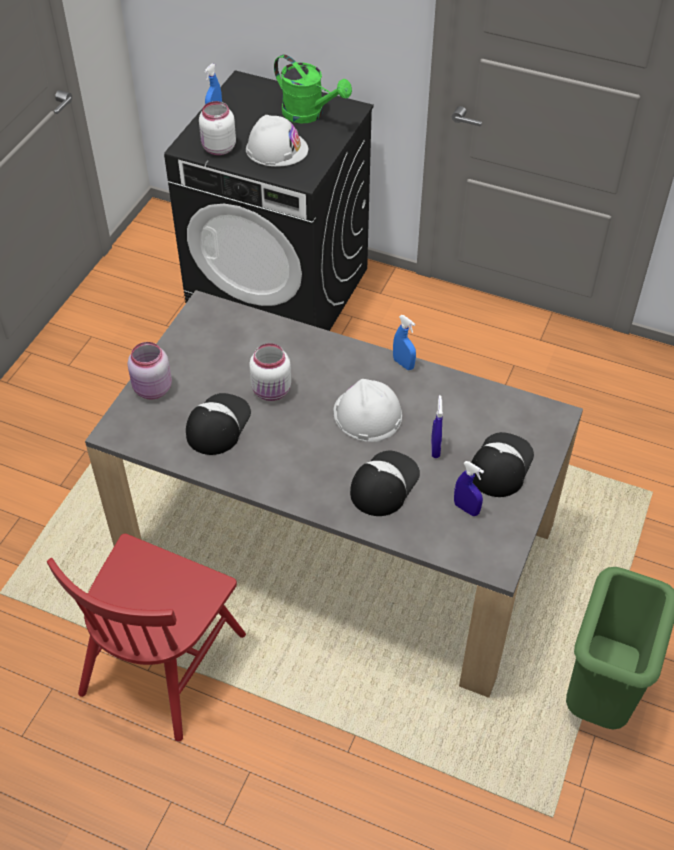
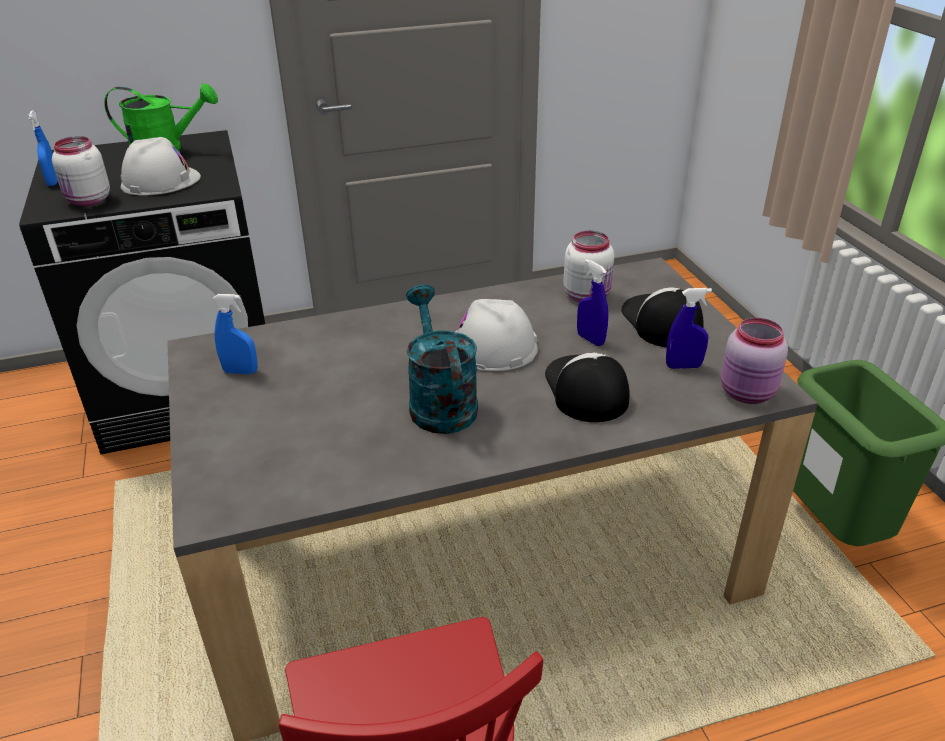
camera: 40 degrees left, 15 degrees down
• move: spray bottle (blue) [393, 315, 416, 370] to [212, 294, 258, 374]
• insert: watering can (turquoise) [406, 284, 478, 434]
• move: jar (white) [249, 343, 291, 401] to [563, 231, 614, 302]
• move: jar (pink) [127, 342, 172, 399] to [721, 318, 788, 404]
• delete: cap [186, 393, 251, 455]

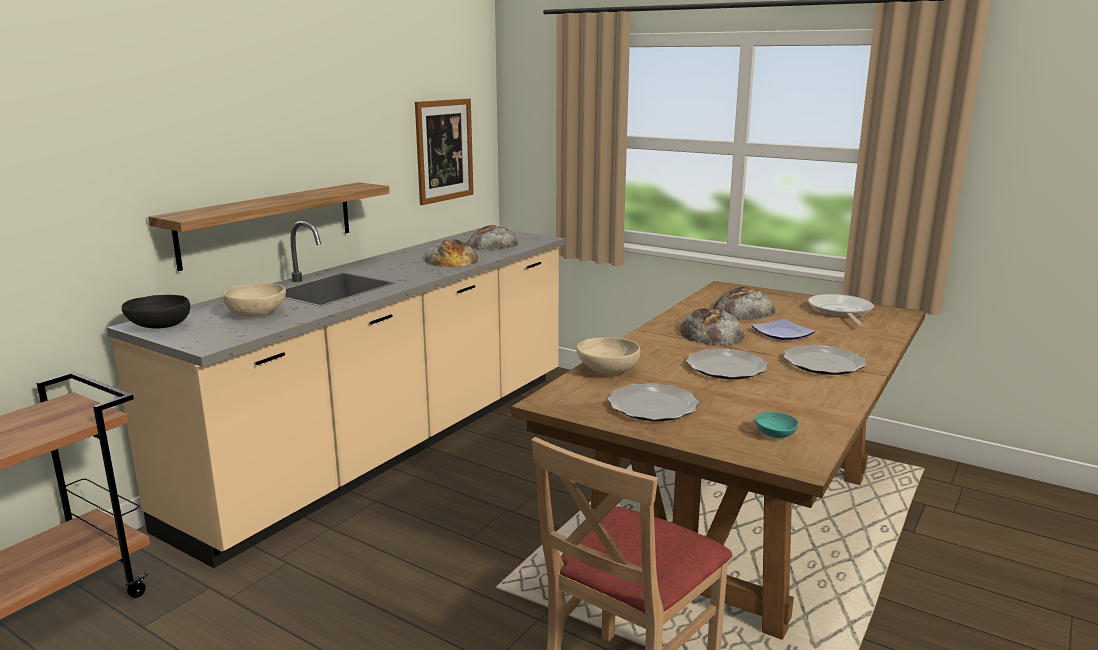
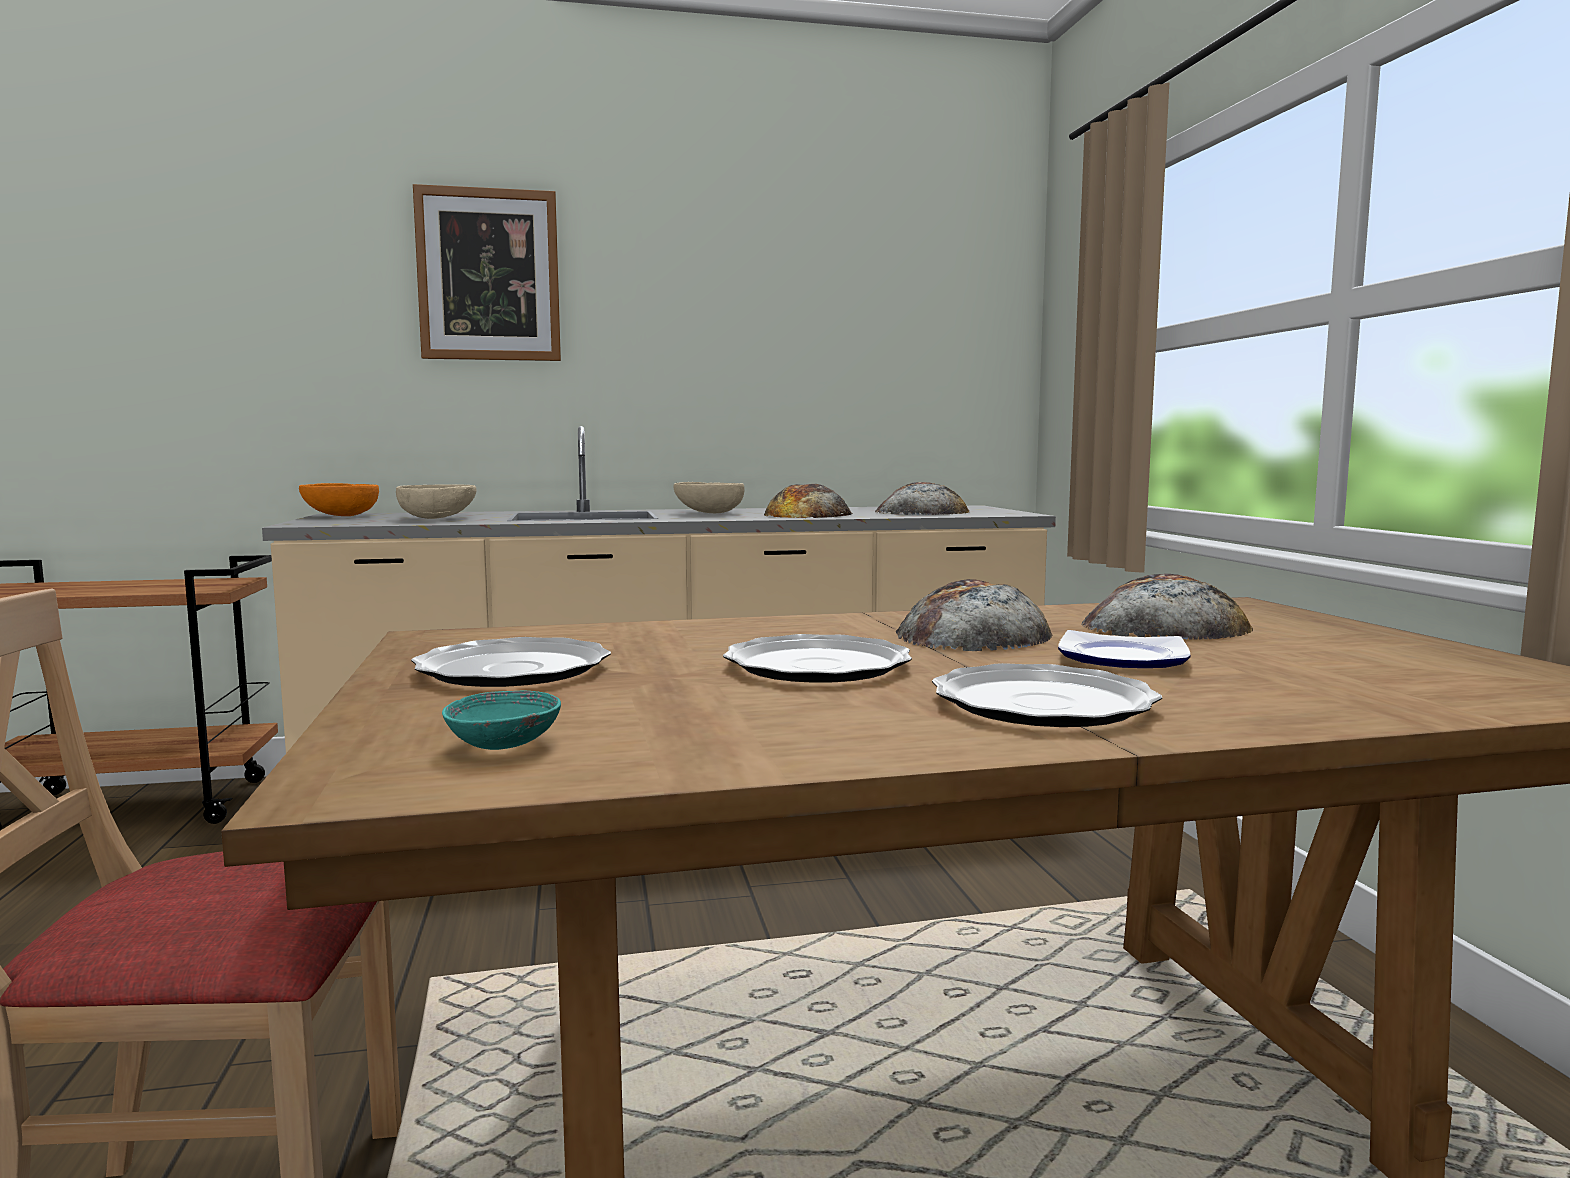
camera: 45 degrees right, 10 degrees down
• recolor: bowl (black) [121, 295, 190, 329] to bowl (orange) [299, 483, 379, 516]
• move: picture [415, 99, 474, 205] to [413, 184, 561, 361]
• move: bowl (beige) [576, 337, 640, 374] to [674, 482, 745, 513]
• delete: shelf [148, 182, 390, 271]
• delete: frying pan [808, 294, 874, 327]

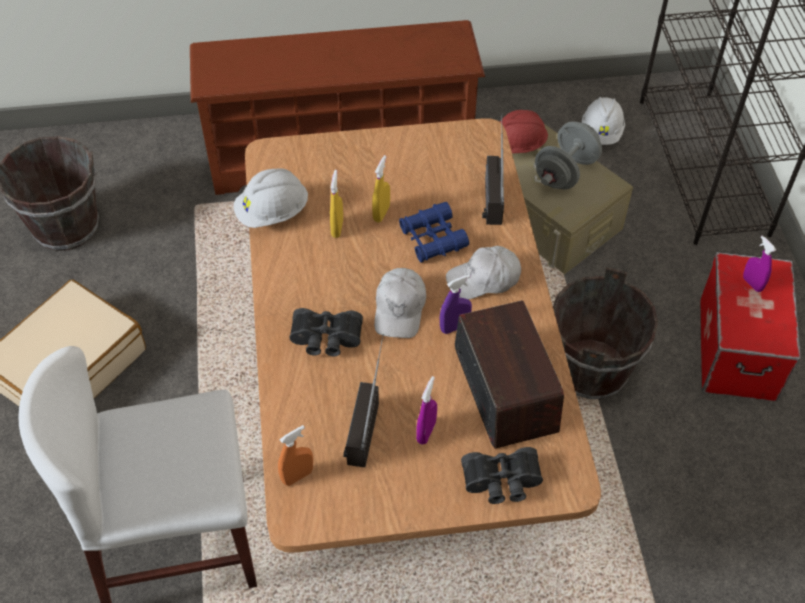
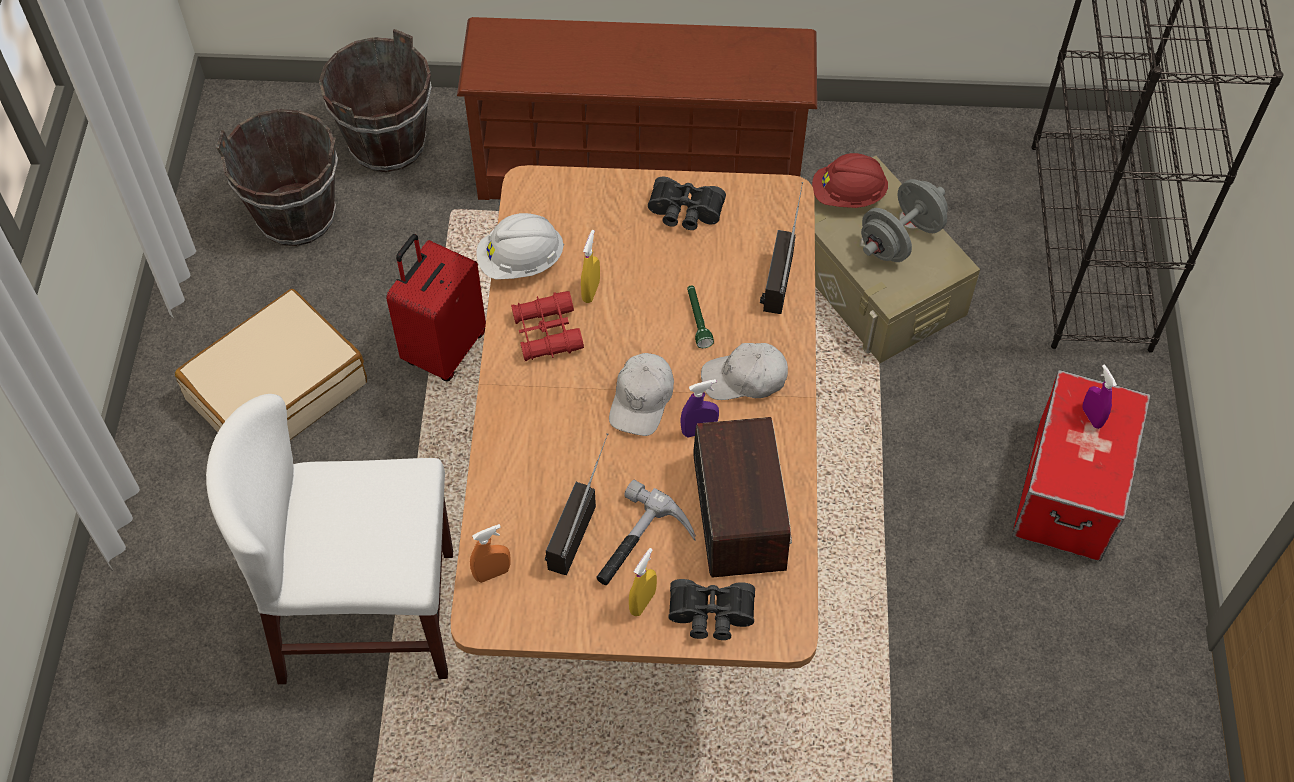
camera: 10 degrees right, 5 degrees up
• move: bucket (brown) [553, 267, 658, 400] to [319, 29, 432, 172]
• insert: suitcase (red) [386, 234, 486, 381]
• insert: binoculars (red) [511, 291, 584, 361]
• replace: spray bottle (purple) [416, 376, 437, 444] to hammer [596, 480, 696, 585]
• move: spray bottle (yellow) [372, 155, 390, 223] to [629, 548, 657, 616]
• move: binoculars (black) [290, 308, 363, 357] to [648, 176, 726, 230]
• replace: binoculars (blue) [399, 202, 469, 263] to flashlight (green) [687, 285, 714, 348]
• delete: hard hat (white) [582, 97, 625, 145]

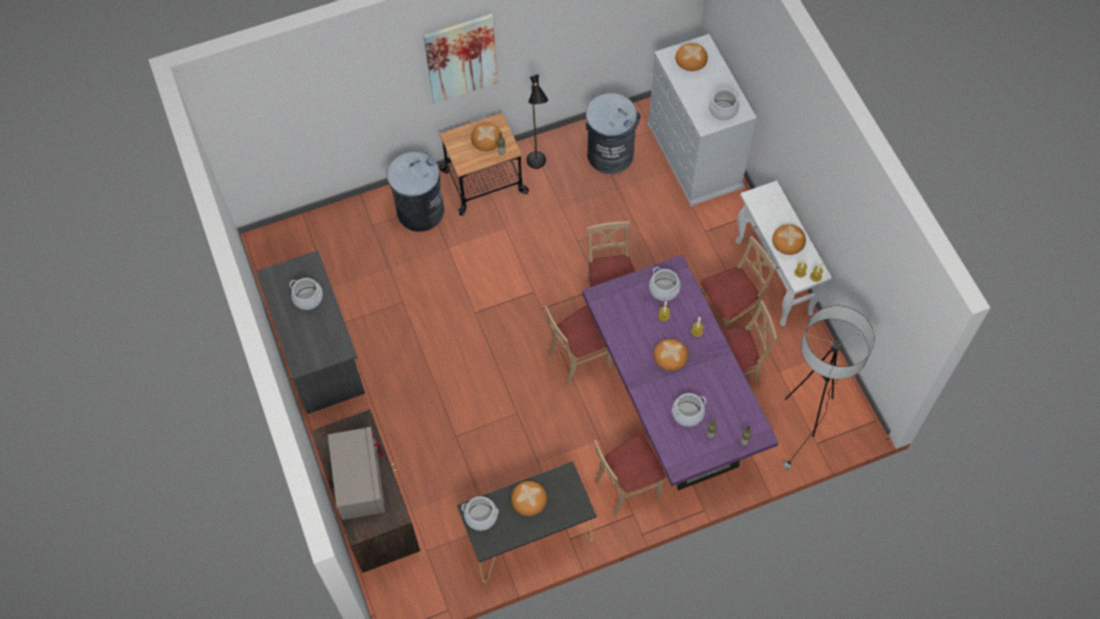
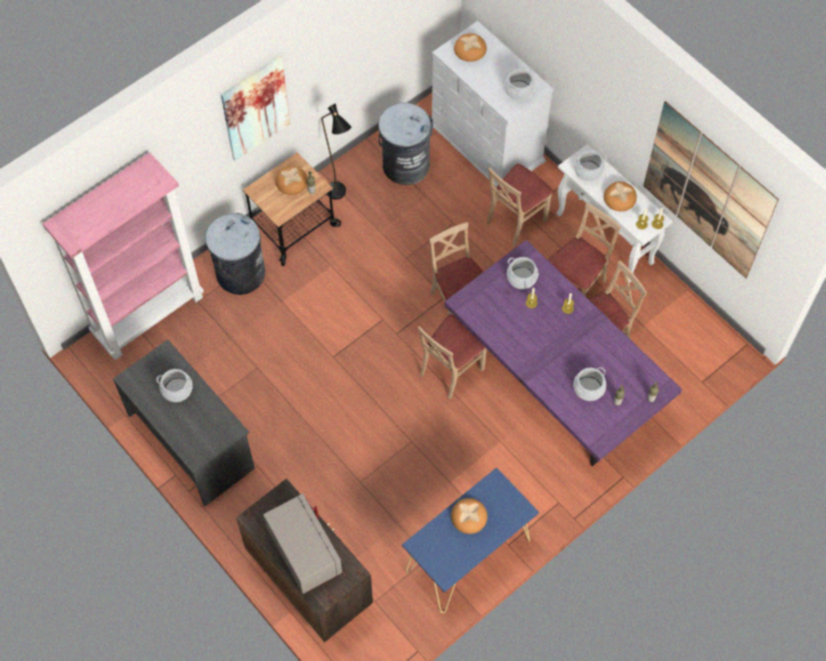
camera: 20 degrees left, 0 degrees up
• insert: bookcase (pink) [42, 152, 204, 360]
• recolor: console table (black) [457, 461, 597, 583] to console table (blue) [402, 467, 539, 613]
• move: chair (beige) [594, 434, 666, 516] to [486, 164, 553, 246]
• move: cooking pot [462, 496, 499, 531] to [574, 150, 607, 182]
• insert: picture [643, 101, 779, 278]
• delete: bread [653, 339, 688, 371]
• delete: floor lamp [783, 306, 875, 471]

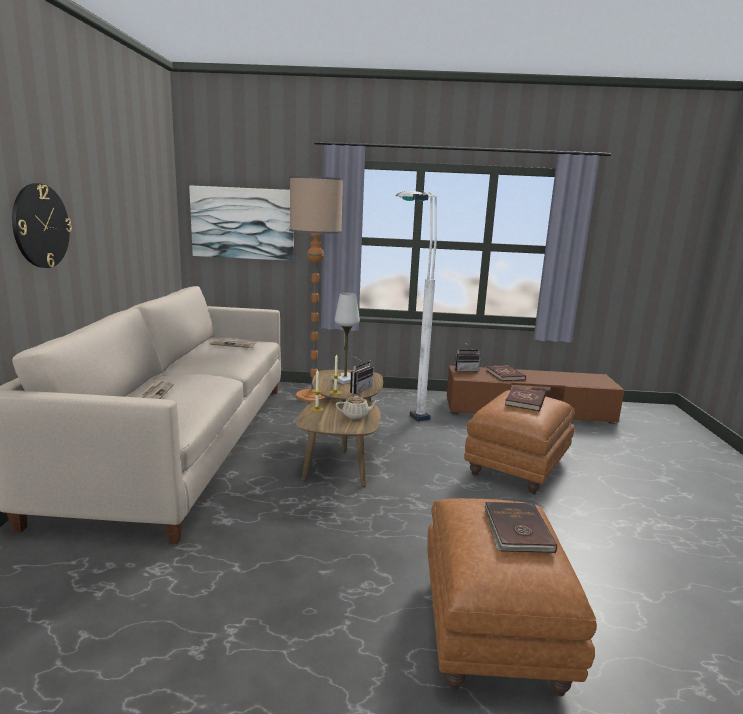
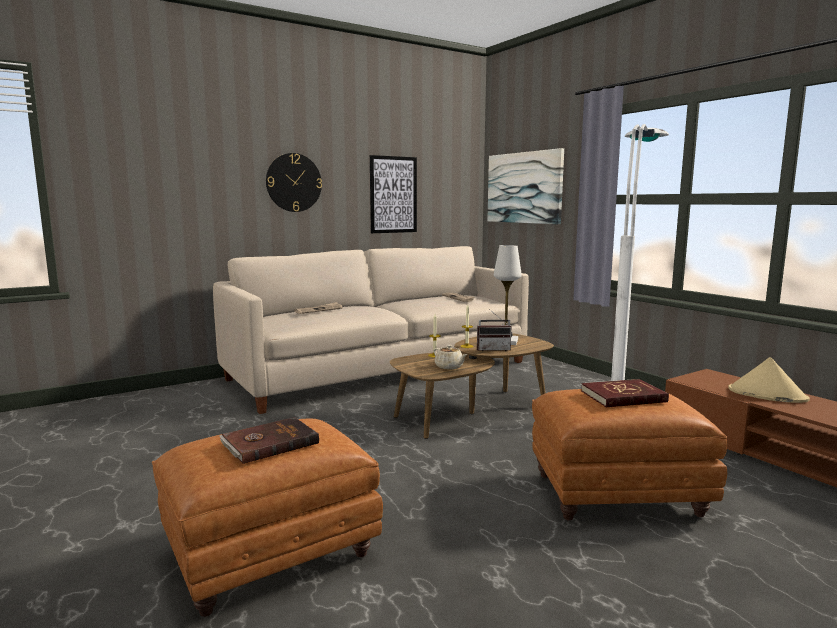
camera: 55 degrees right, 5 degrees down
• insert: picture [370, 155, 417, 233]
• replace: book (red) [486, 365, 526, 381] to hat (beige) [728, 357, 810, 403]
• delete: floor lamp [289, 176, 344, 402]
• delete: radio [455, 345, 480, 372]

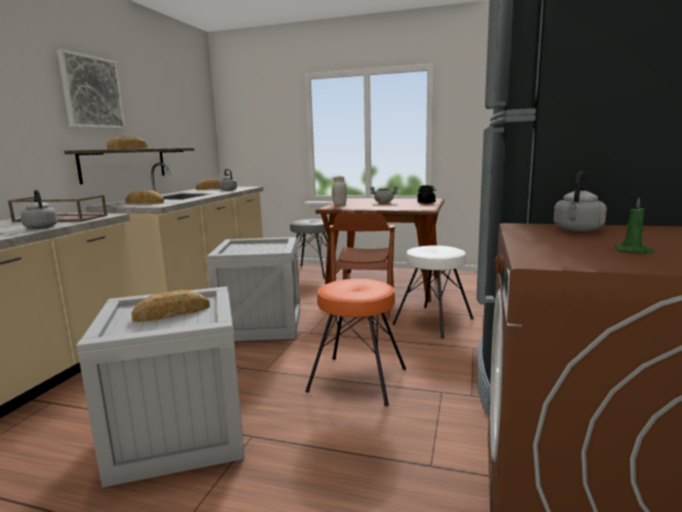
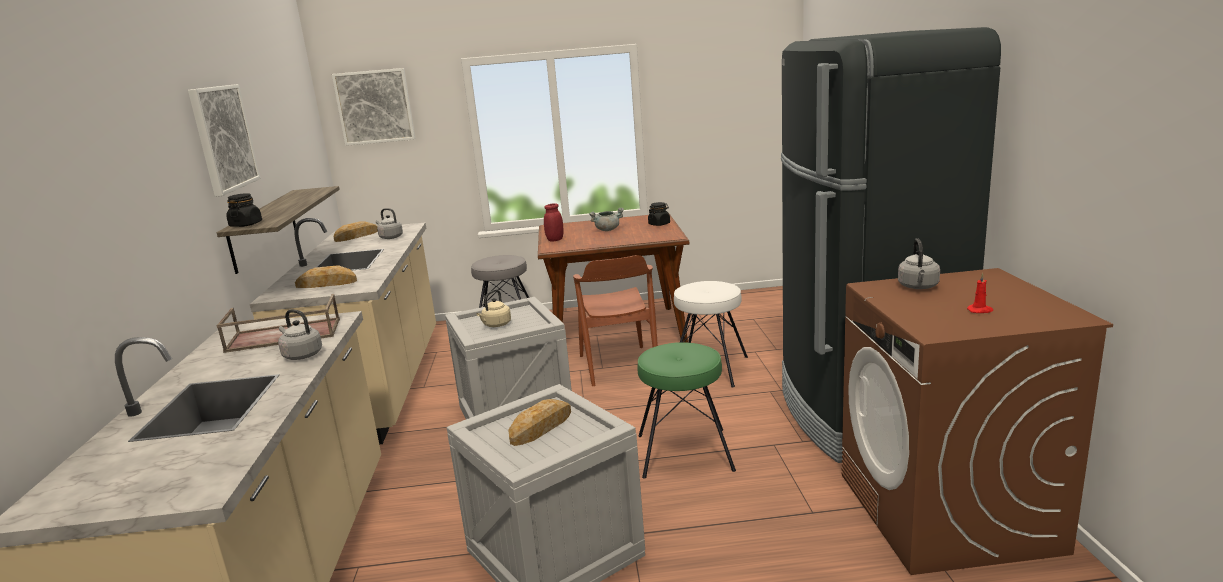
camera: 20 degrees left, 5 degrees up
• insert: jar (black) [226, 193, 262, 227]
• insert: picture [332, 68, 416, 146]
• insert: kettle (beige) [476, 289, 511, 327]
• recolor: jar (white) [332, 176, 347, 205] to jar (red) [544, 203, 564, 242]
• recolor: stool (orange) [305, 279, 406, 406] to stool (green) [637, 342, 736, 479]
• recolor: candle (green) [615, 198, 654, 254] to candle (red) [967, 273, 993, 313]
• delete: bread [107, 137, 148, 149]

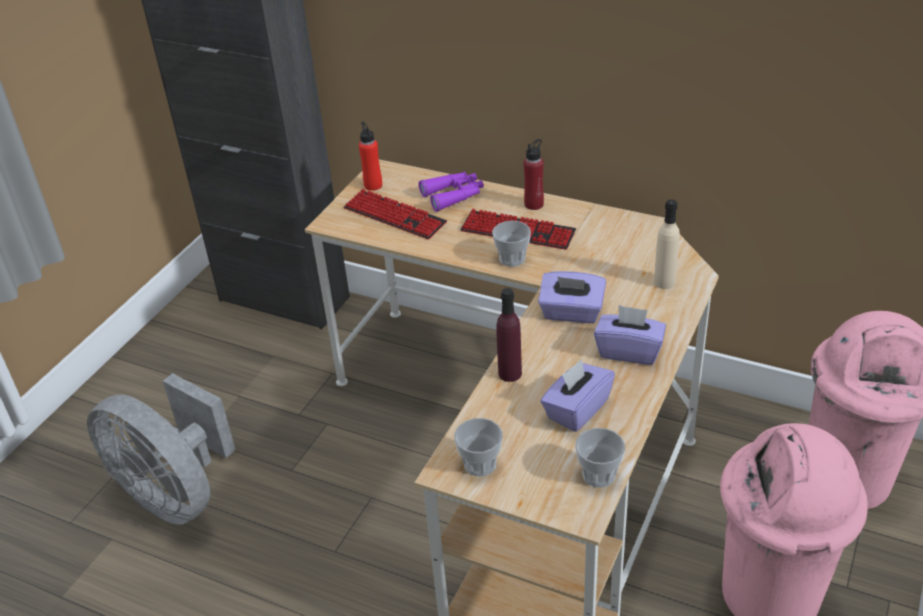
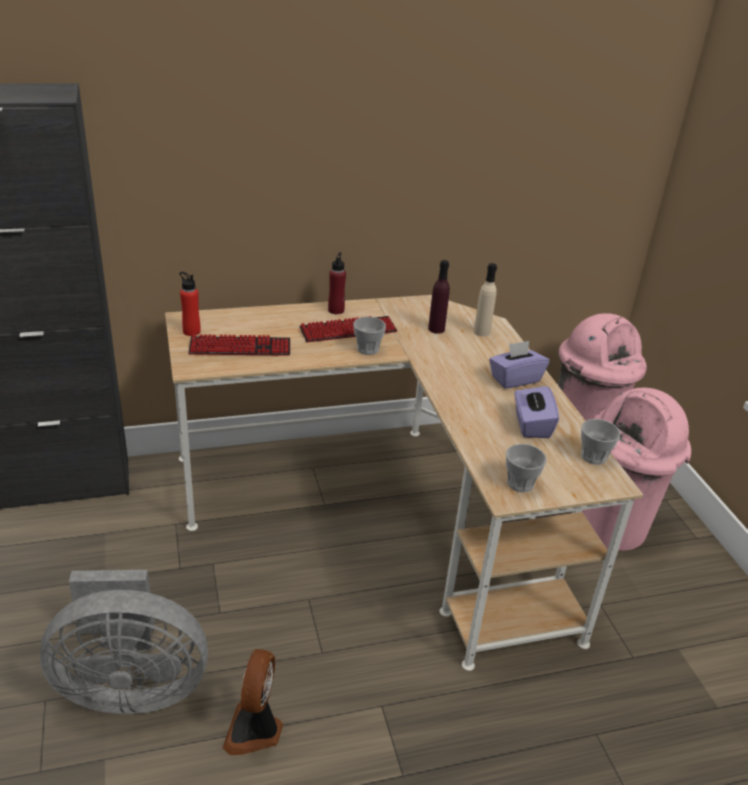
camera: 45 degrees left, 5 degrees down
• insert: fan [223, 649, 283, 755]
• move: bottle (purple) [496, 288, 522, 382] to [428, 260, 450, 334]
• delete: binoculars (purple) [419, 172, 484, 212]
• delete: tissue box (purple) [538, 271, 606, 323]

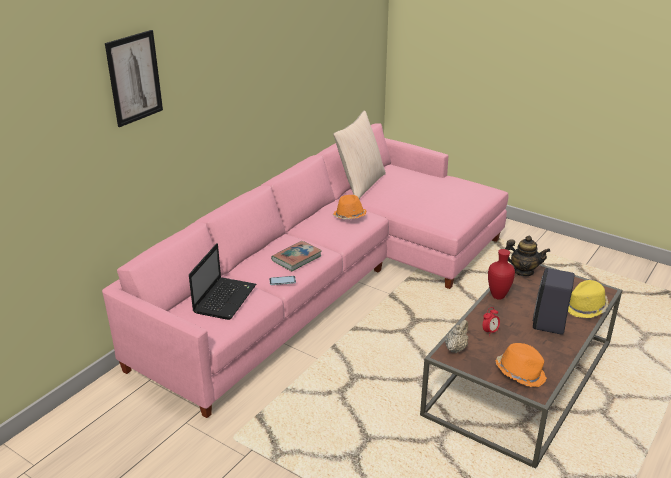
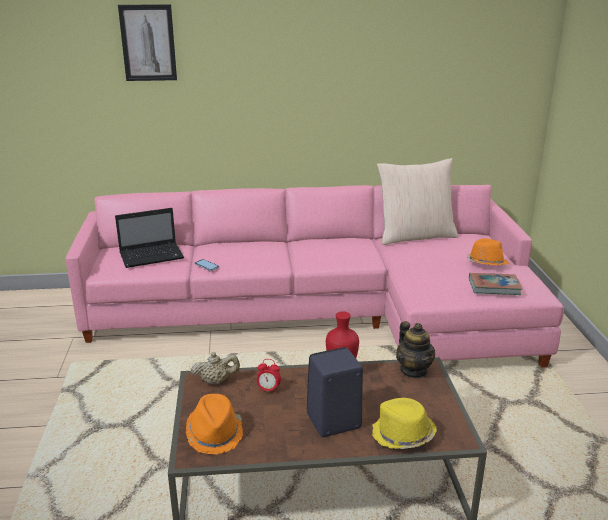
camera: 50 degrees right, 5 degrees down
• move: hat (orange) [333, 195, 367, 219] to [467, 238, 509, 266]
• move: book [271, 241, 322, 271] to [469, 273, 522, 295]

